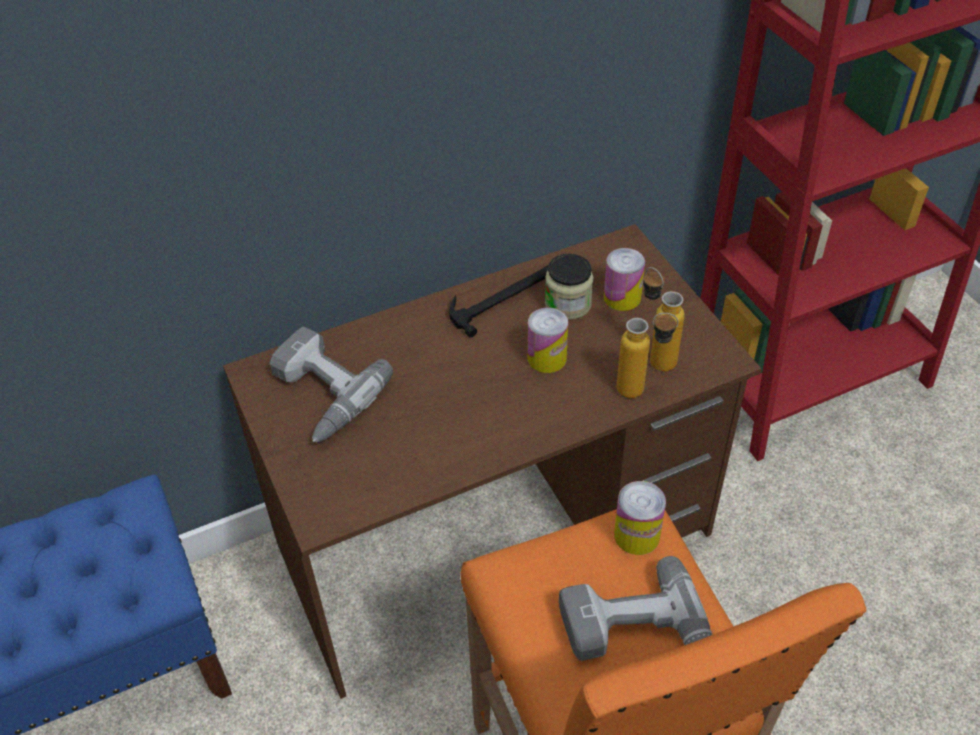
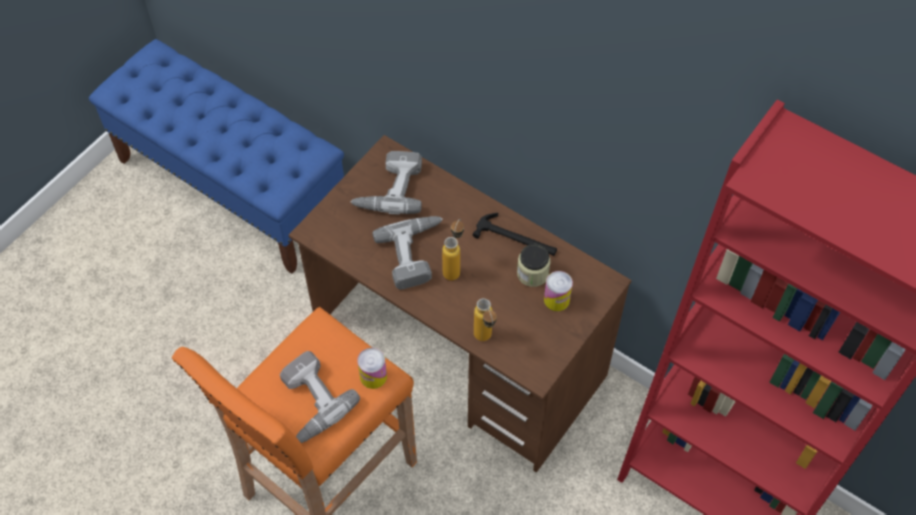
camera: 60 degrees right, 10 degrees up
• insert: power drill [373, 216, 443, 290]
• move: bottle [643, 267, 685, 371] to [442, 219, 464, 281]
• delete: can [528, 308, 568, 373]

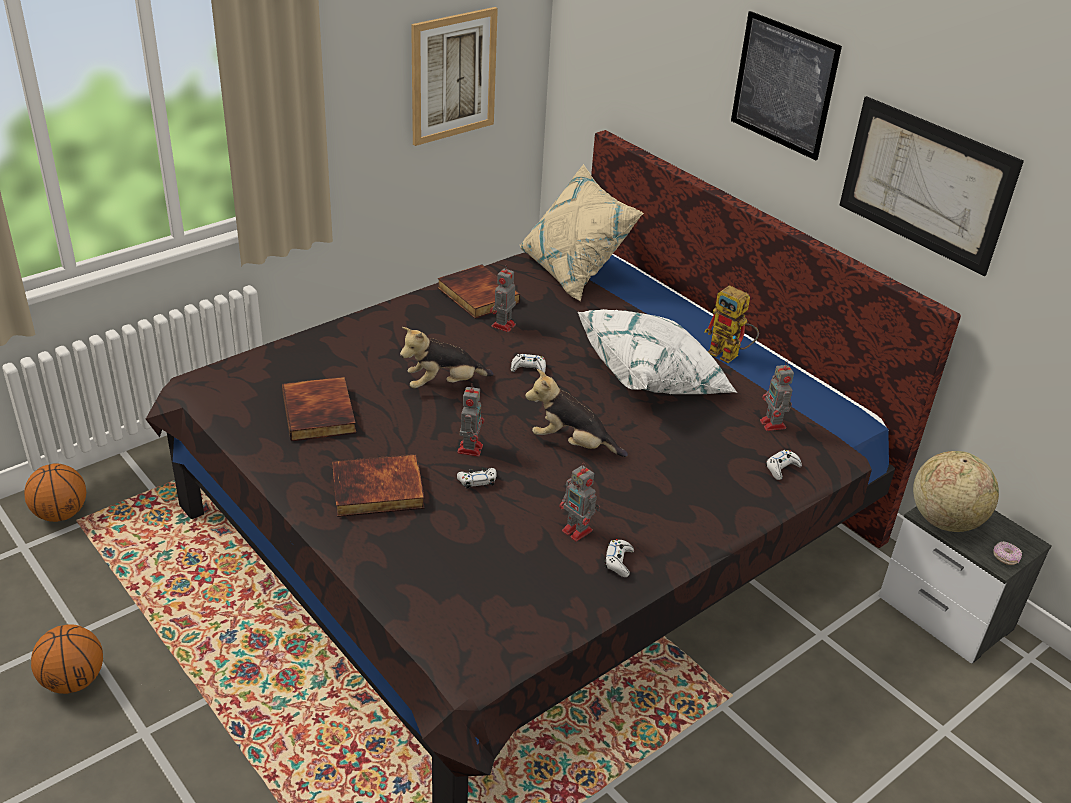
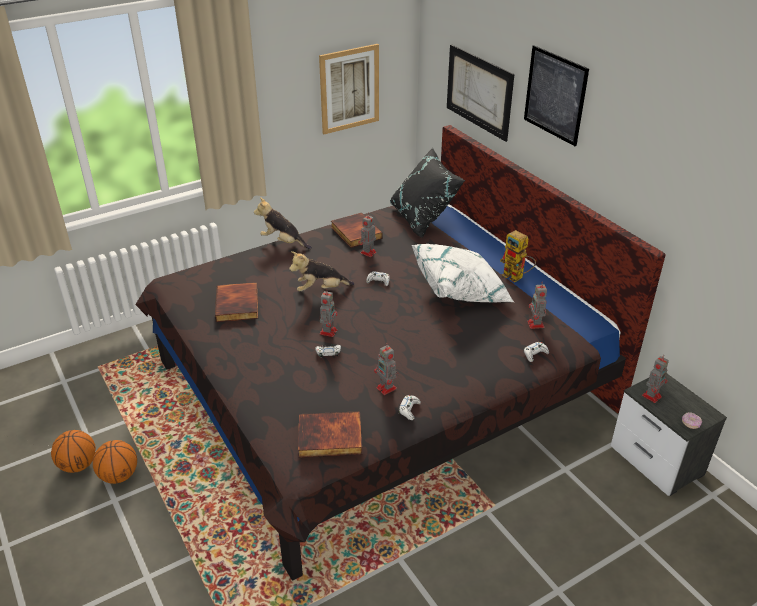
camera: 10 degrees right, 0 degrees up
• move: basketball [24, 463, 86, 522] to [93, 440, 137, 484]
• move: plush toy [525, 369, 628, 457] to [254, 197, 312, 249]
• move: book [332, 454, 425, 517] to [298, 411, 362, 458]
• recolor: pillow (beige) [520, 164, 644, 301] to pillow (black) [390, 148, 465, 238]
• move: picture [840, 96, 1024, 276] to [447, 44, 514, 142]
• replace: globe [913, 451, 999, 532] to toy robot [642, 355, 669, 403]

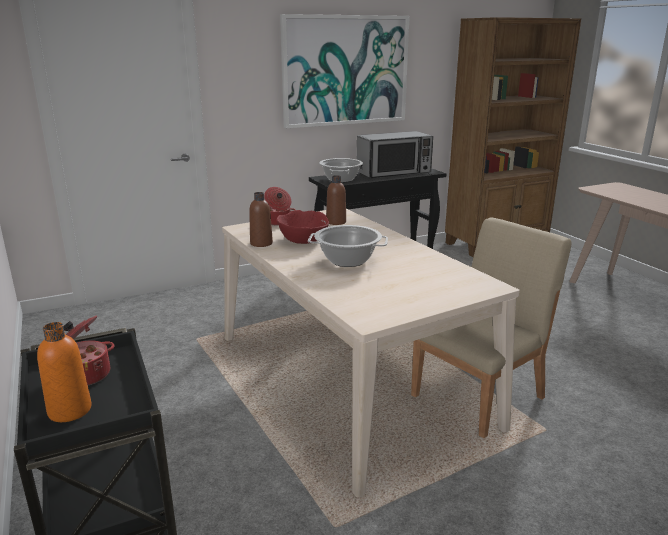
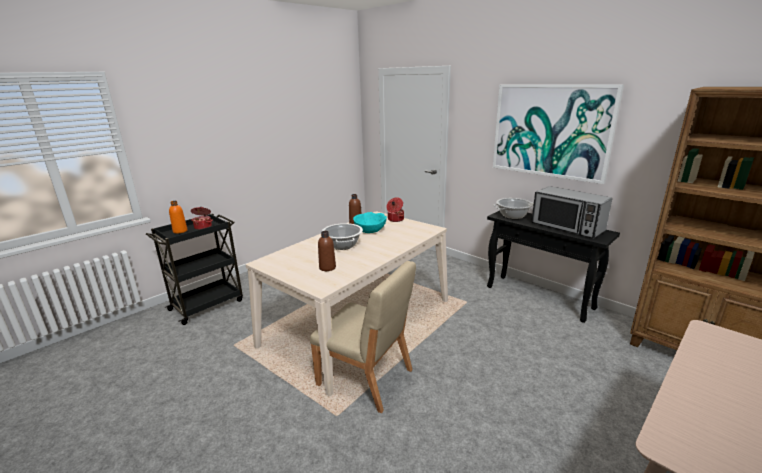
camera: 70 degrees right, 0 degrees up
• move: bottle (brown) [326, 175, 346, 225] to [318, 231, 336, 271]
• recolor: bowl (red) [277, 210, 329, 244] to bowl (turquoise) [353, 212, 387, 233]

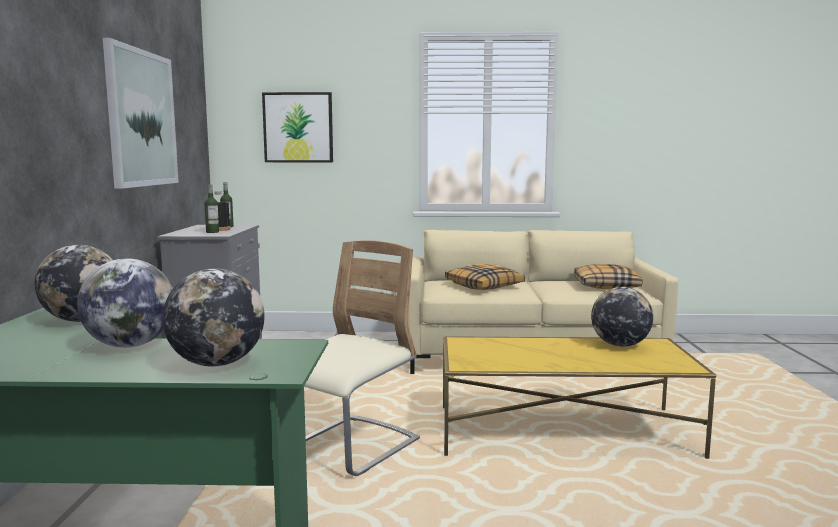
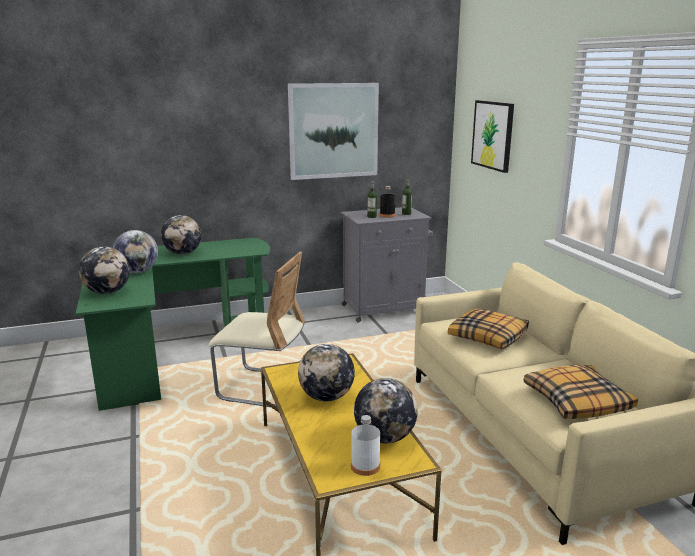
camera: 70 degrees right, 10 degrees up
• insert: globe [298, 344, 355, 401]
• insert: bottle (white) [351, 415, 380, 476]

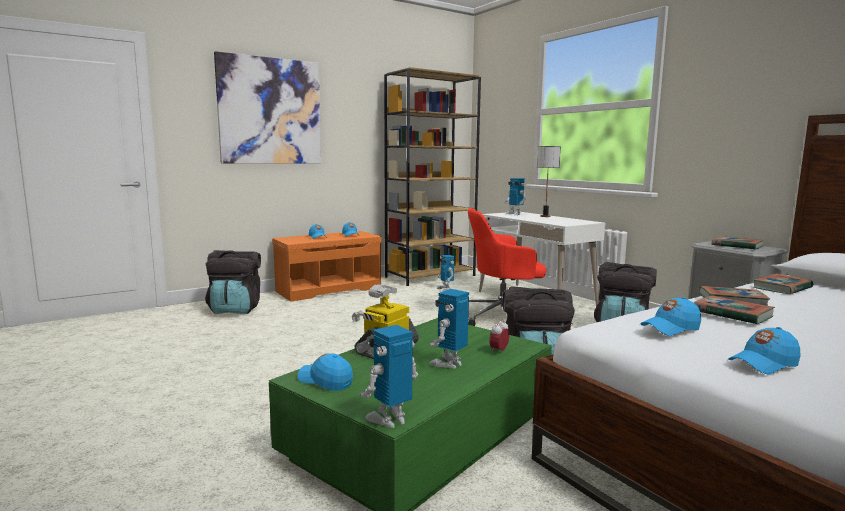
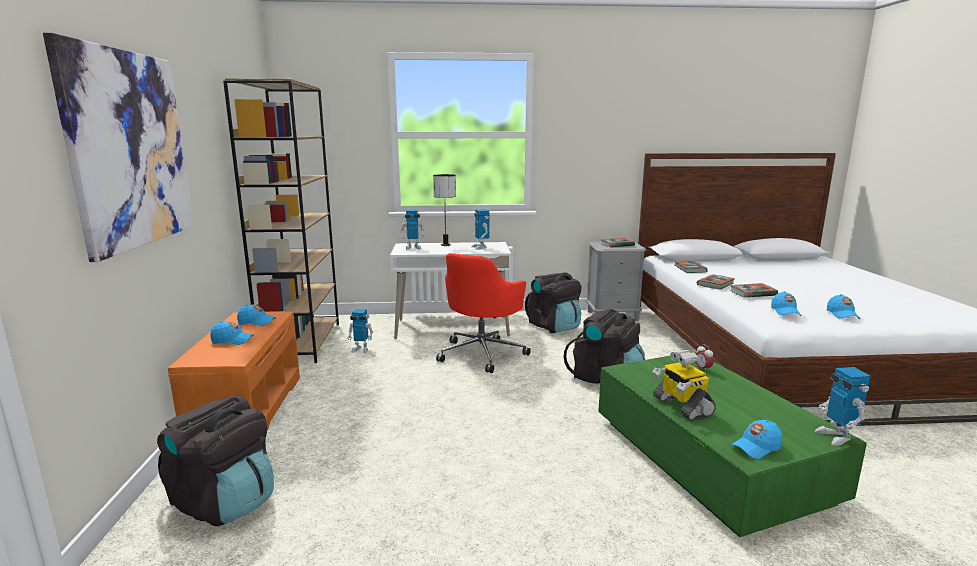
camera: 60 degrees left, 5 degrees up
• move: toy robot [429, 289, 469, 368] to [471, 209, 490, 250]

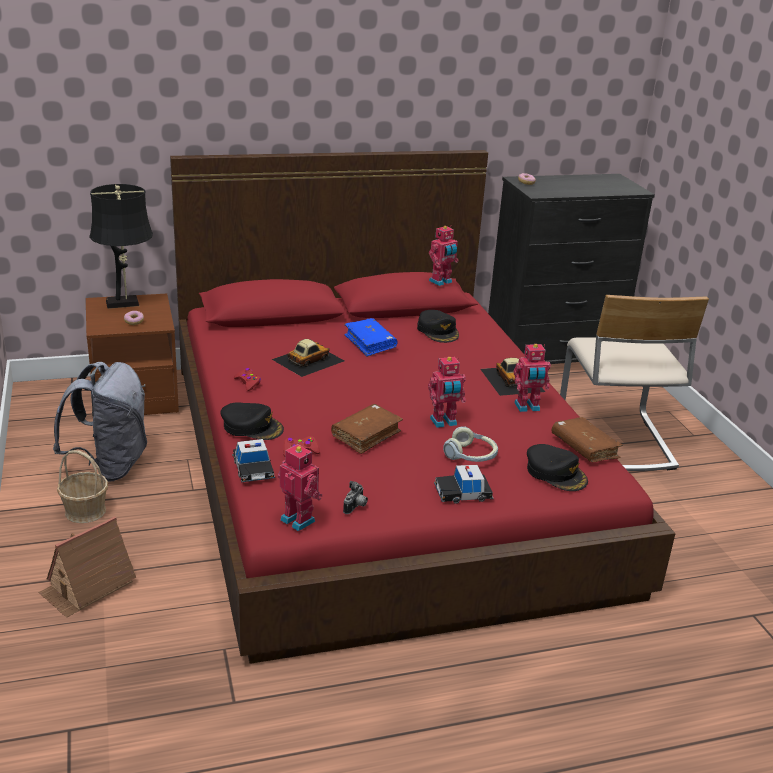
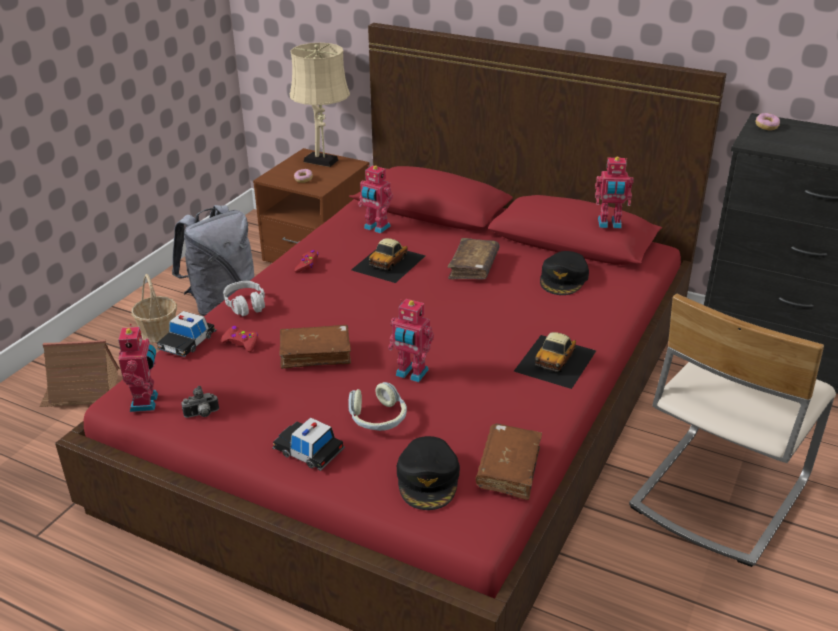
camera: 45 degrees right, 5 degrees up
• replace: cap (black) [220, 402, 284, 440] to headphones (grey) [223, 281, 265, 316]
• recolor: table lamp (black) [89, 184, 153, 309] to table lamp (beige) [290, 43, 350, 167]
• rotate: toy car [272, 339, 344, 377] = [351, 238, 425, 283] 120 degrees clockwise
• move: toy robot [514, 344, 551, 412] to [358, 165, 393, 233]
• recolor: book (blue) [344, 318, 397, 357] to book (brown) [448, 238, 499, 280]

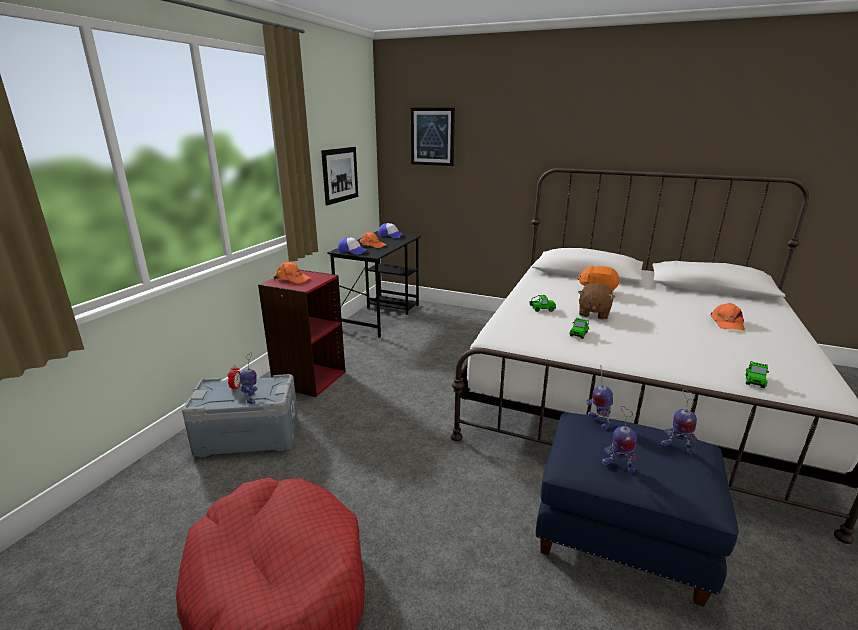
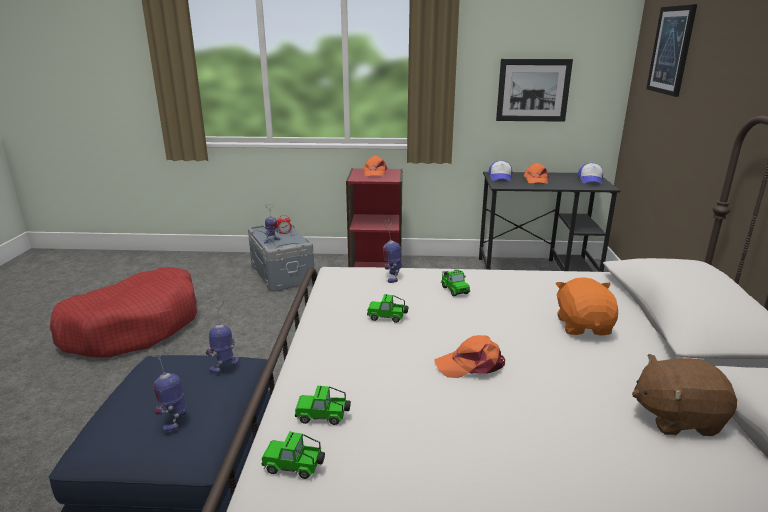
camera: 70 degrees right, 0 degrees up
• insert: toy car [295, 386, 351, 425]
• move: toy robot [602, 406, 637, 472] to [383, 219, 402, 283]
• move: cap (orange) [711, 303, 745, 331] to [434, 335, 505, 378]
• move: plush toy (brown) [578, 283, 615, 320] to [632, 354, 737, 436]

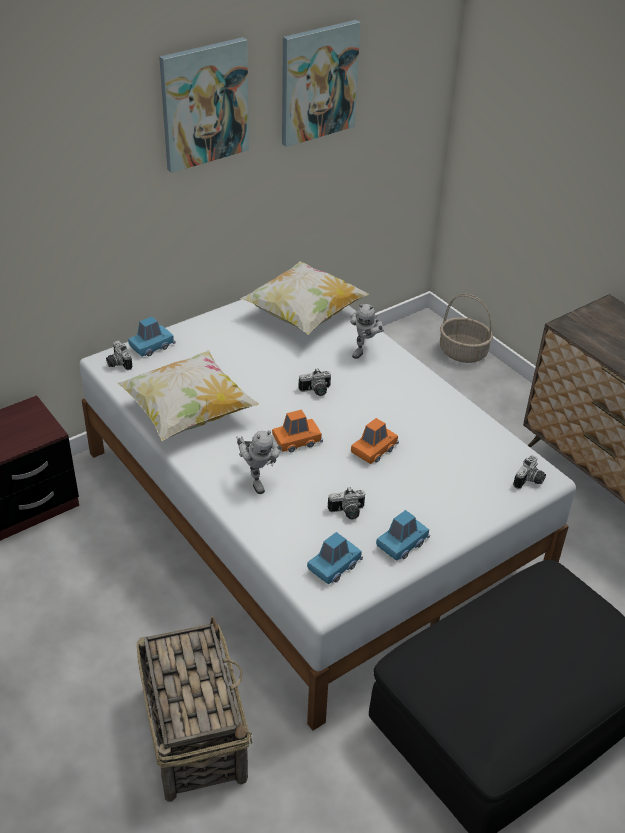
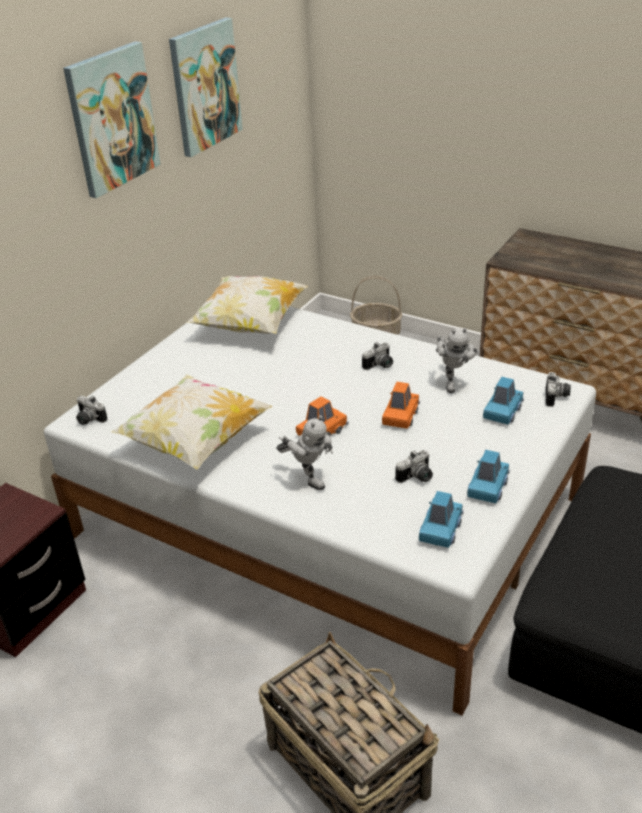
camera: 20 degrees left, 5 degrees down
• move: photo camera [299, 369, 331, 396] to [362, 342, 393, 370]
• move: toy robot [350, 304, 384, 359] to [436, 328, 478, 393]
• move: toy car (blue) [128, 317, 175, 357] to [483, 377, 524, 424]

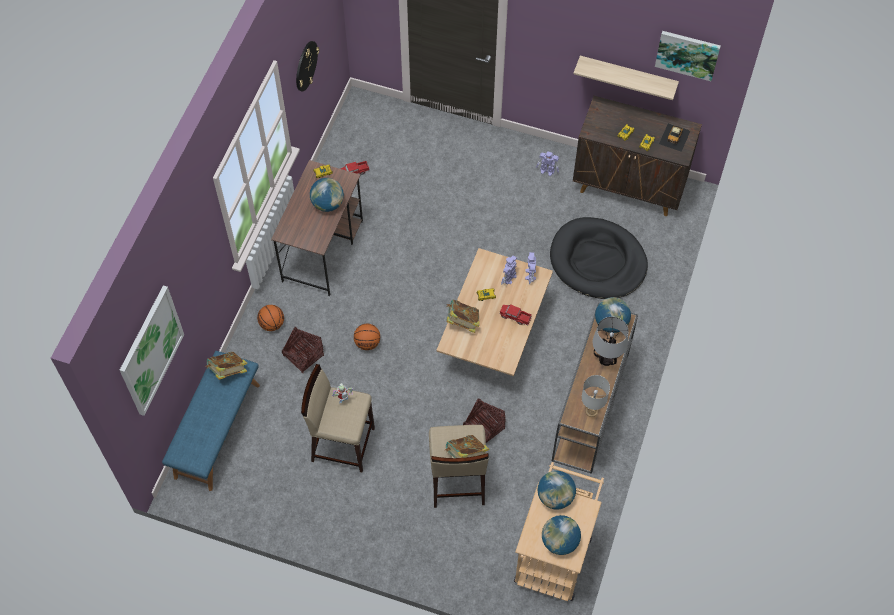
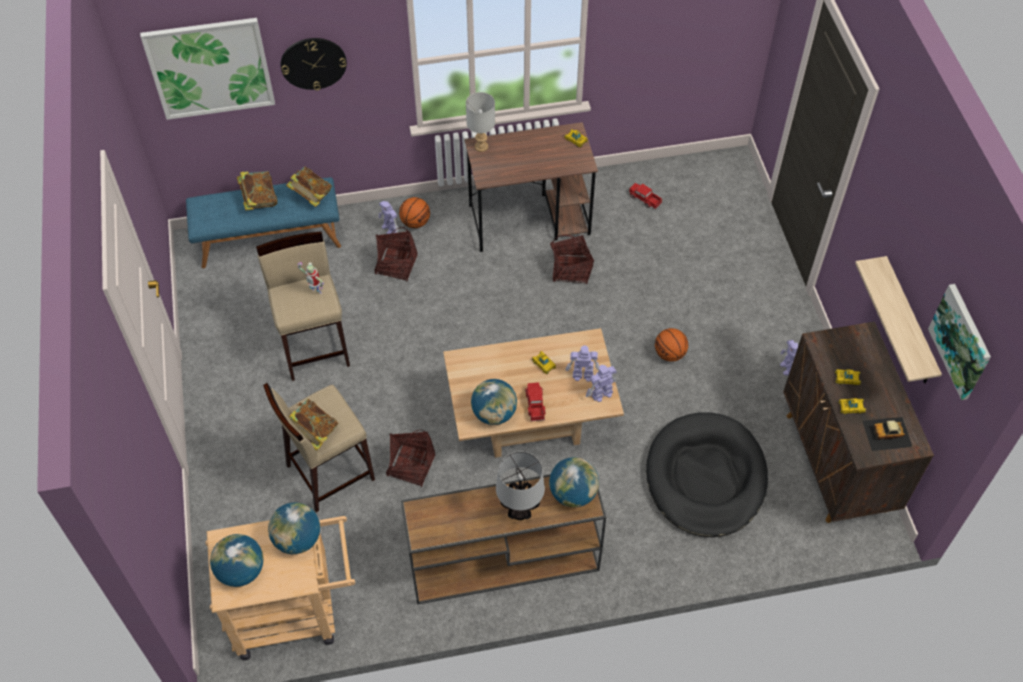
camera: 60 degrees right, 5 degrees down
• move: book [446, 300, 480, 333] to [237, 171, 278, 210]
• move: wall clock [296, 41, 319, 92] to [281, 38, 347, 91]
• insert: toy robot [379, 201, 399, 234]
• move: table lamp (grey) [581, 375, 610, 417] to [466, 92, 495, 152]
• move: globe [310, 178, 344, 212] to [471, 379, 517, 425]
• insert: basket [550, 235, 594, 284]
• move: basketball [354, 324, 380, 350] to [655, 328, 688, 362]

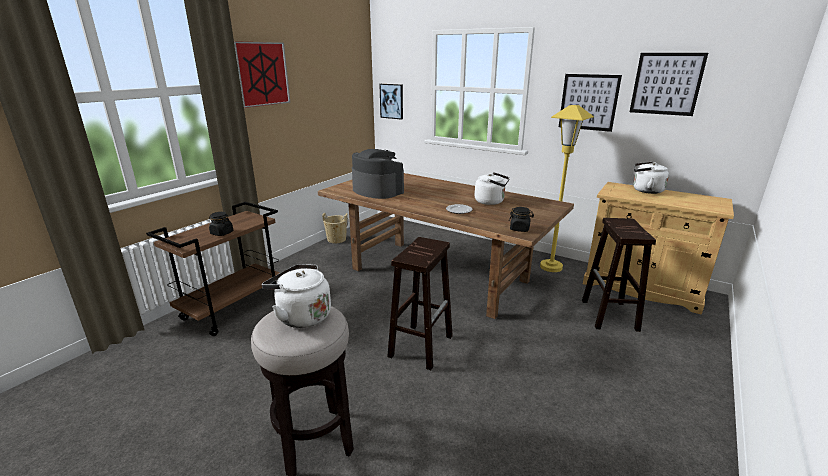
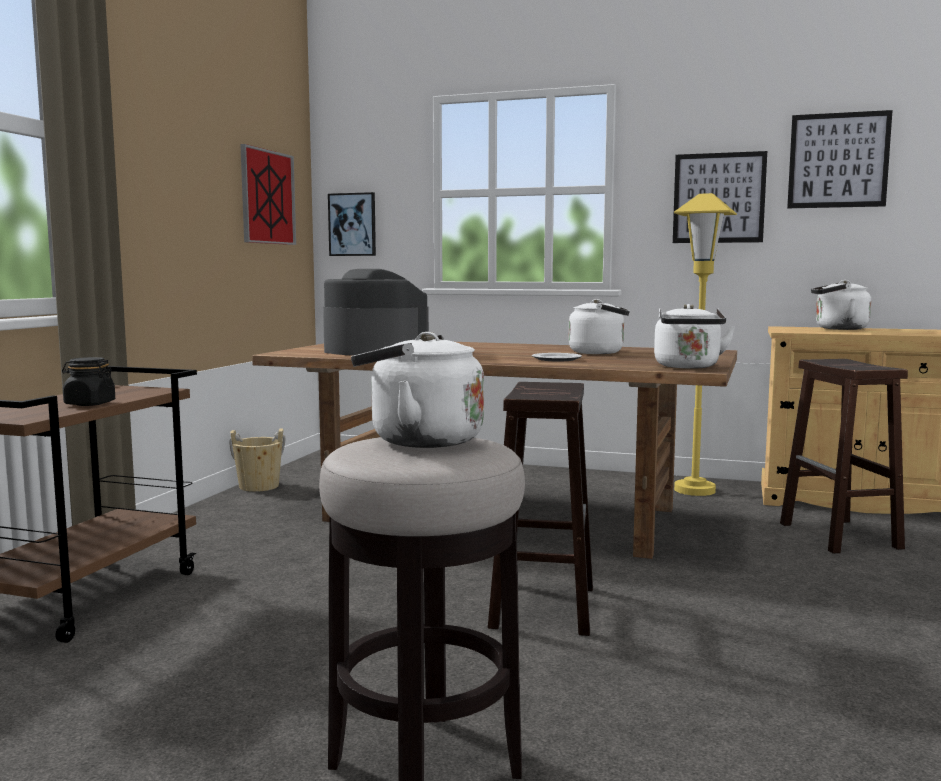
camera: 15 degrees left, 15 degrees down
• move: picture [234, 41, 290, 108] to [240, 144, 296, 245]
• replace: jar (black) [509, 207, 534, 232] to kettle (white) [654, 304, 735, 369]

